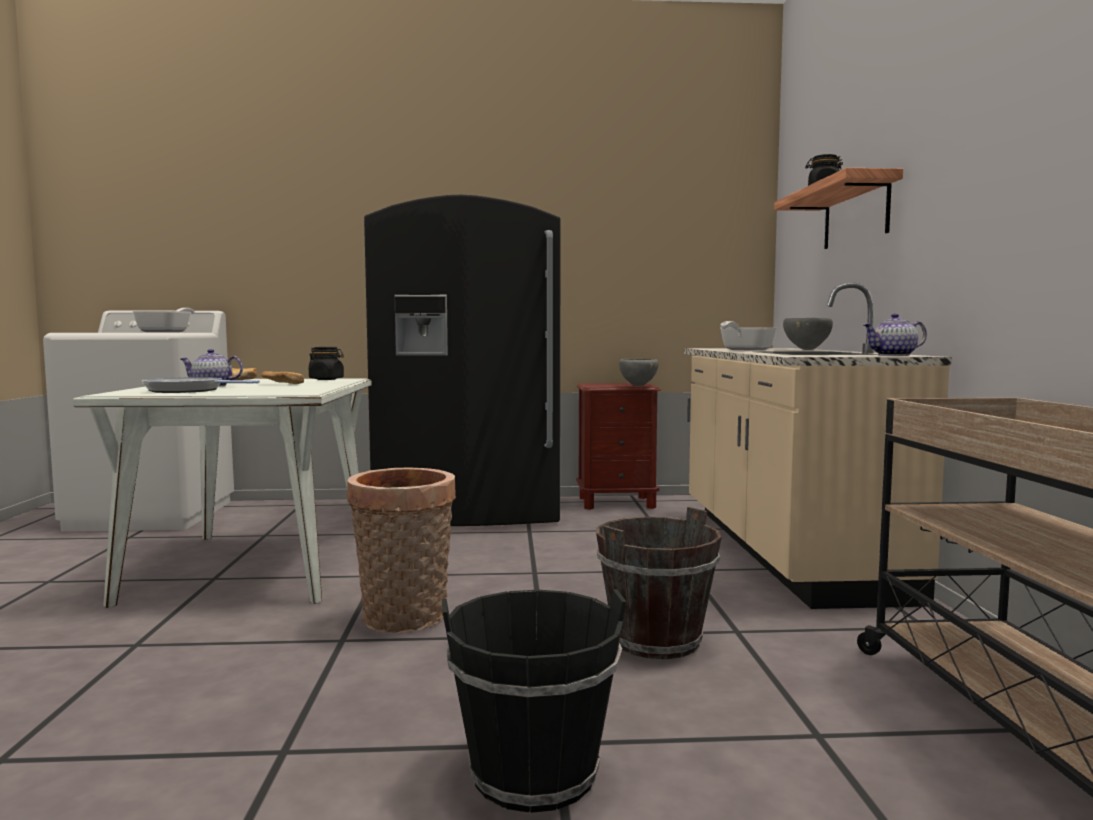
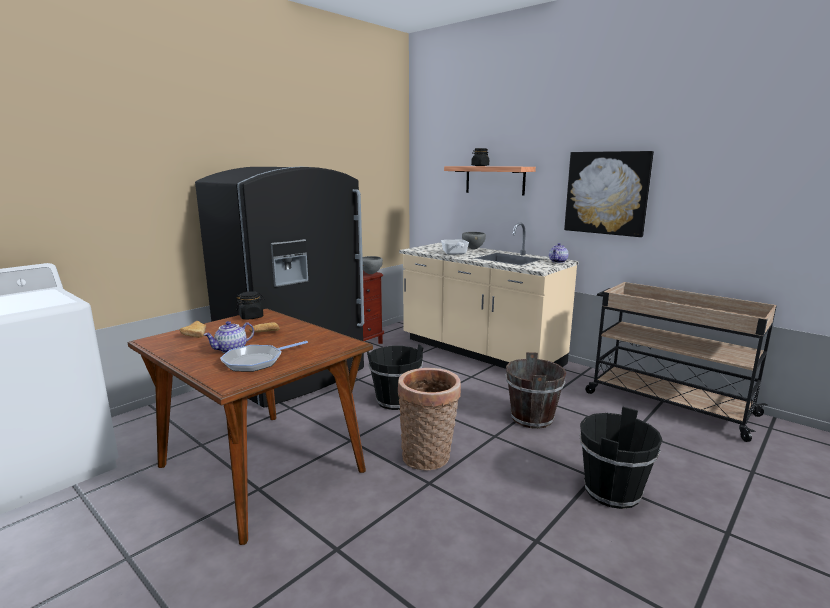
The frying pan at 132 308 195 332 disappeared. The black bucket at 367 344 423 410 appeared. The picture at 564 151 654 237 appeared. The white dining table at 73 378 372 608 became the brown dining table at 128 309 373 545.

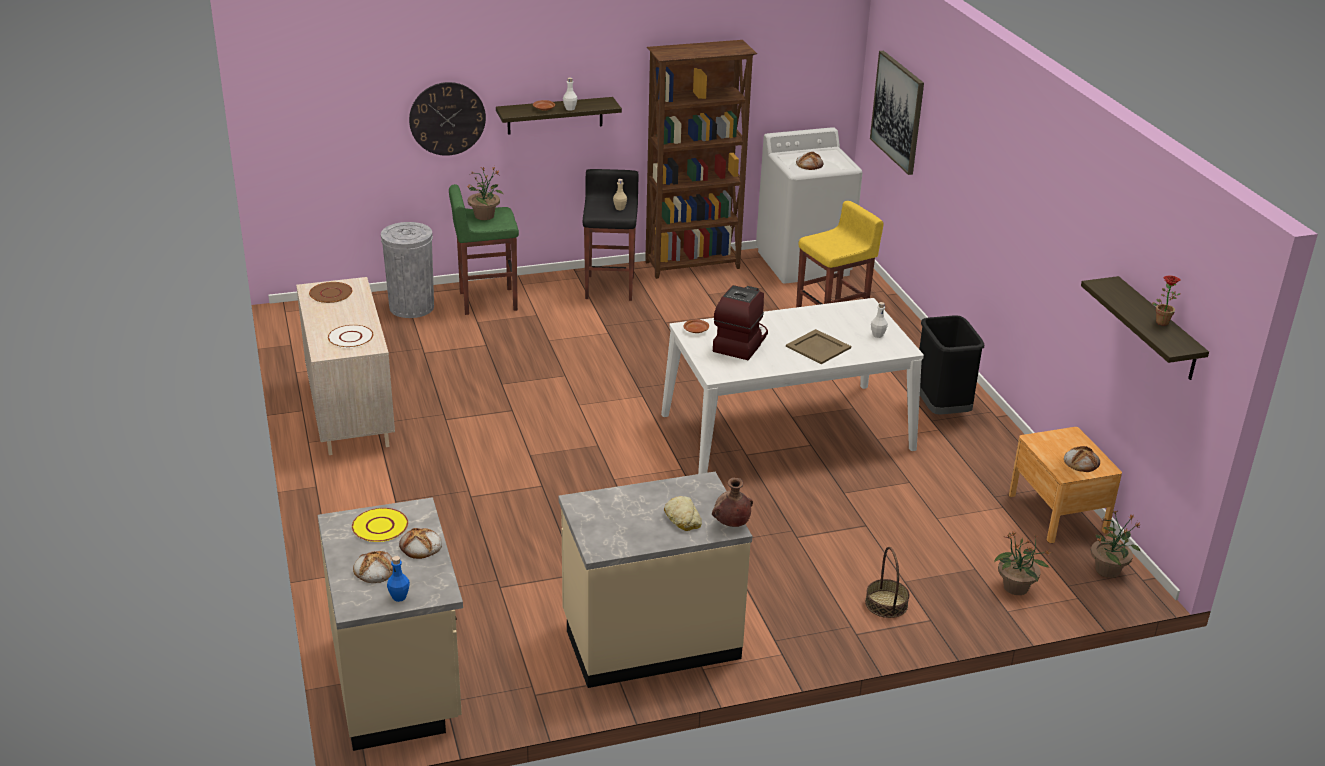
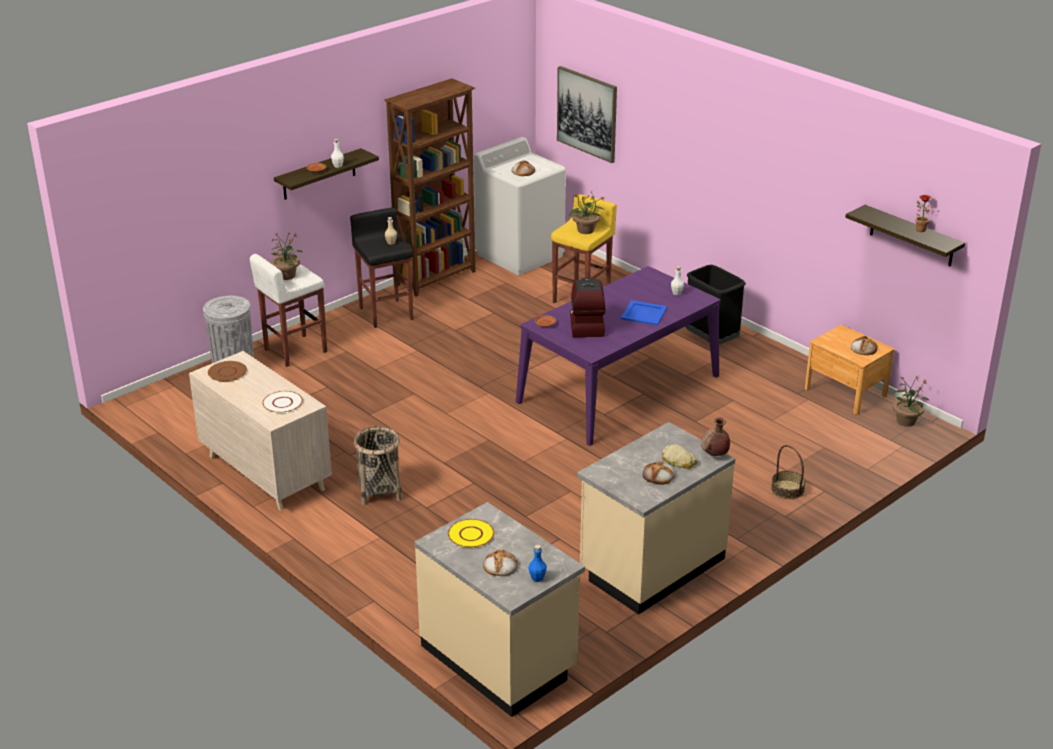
The wall clock at 409 82 486 156 disappeared. The basket at 354 426 403 505 appeared. The bread moved from 399 528 442 559 to 643 461 675 485. The potted plant moved from 994 532 1052 595 to 570 191 605 234. The green stool at 449 184 519 315 became the white stool at 250 254 327 367. The white dining table at 661 298 924 474 became the purple dining table at 516 266 720 446. The beige tray at 786 329 851 364 became the blue tray at 621 300 667 325.

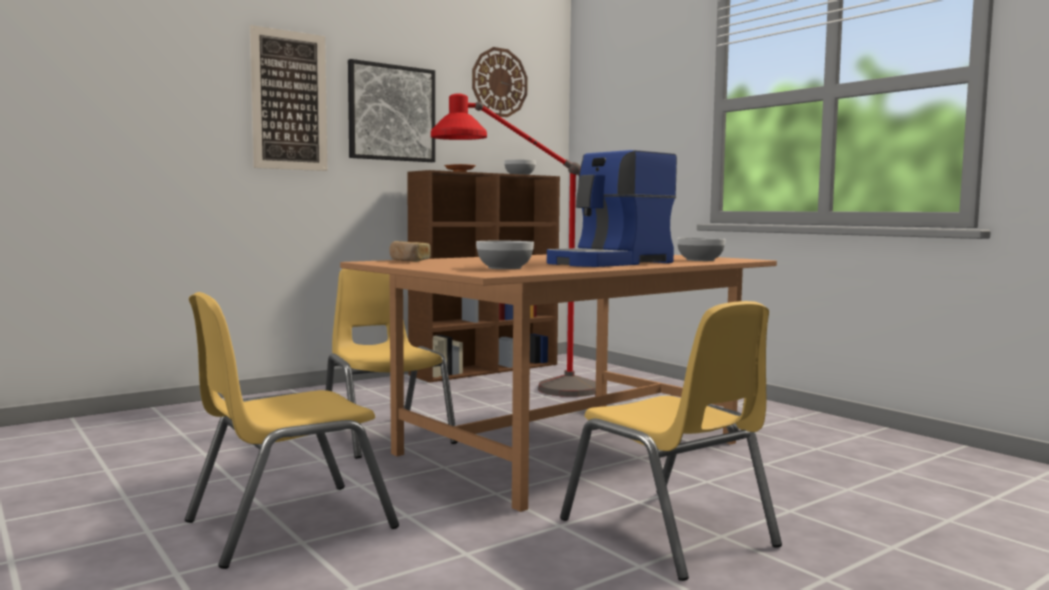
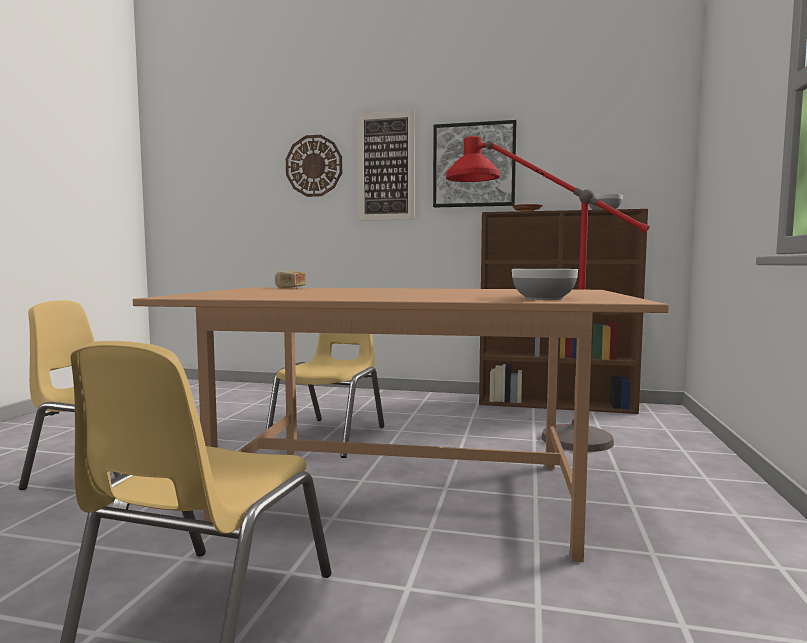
The bowl at 476 241 534 269 disappeared. The coffee machine at 547 150 677 267 disappeared. The wall clock moved from 472 47 528 117 to 286 135 342 197.

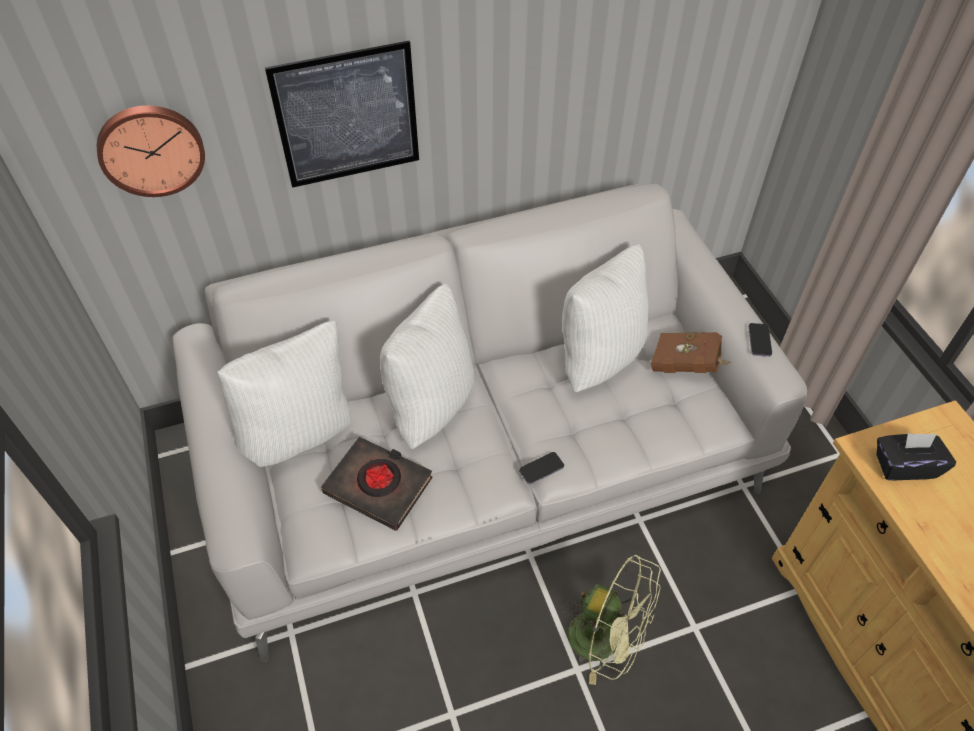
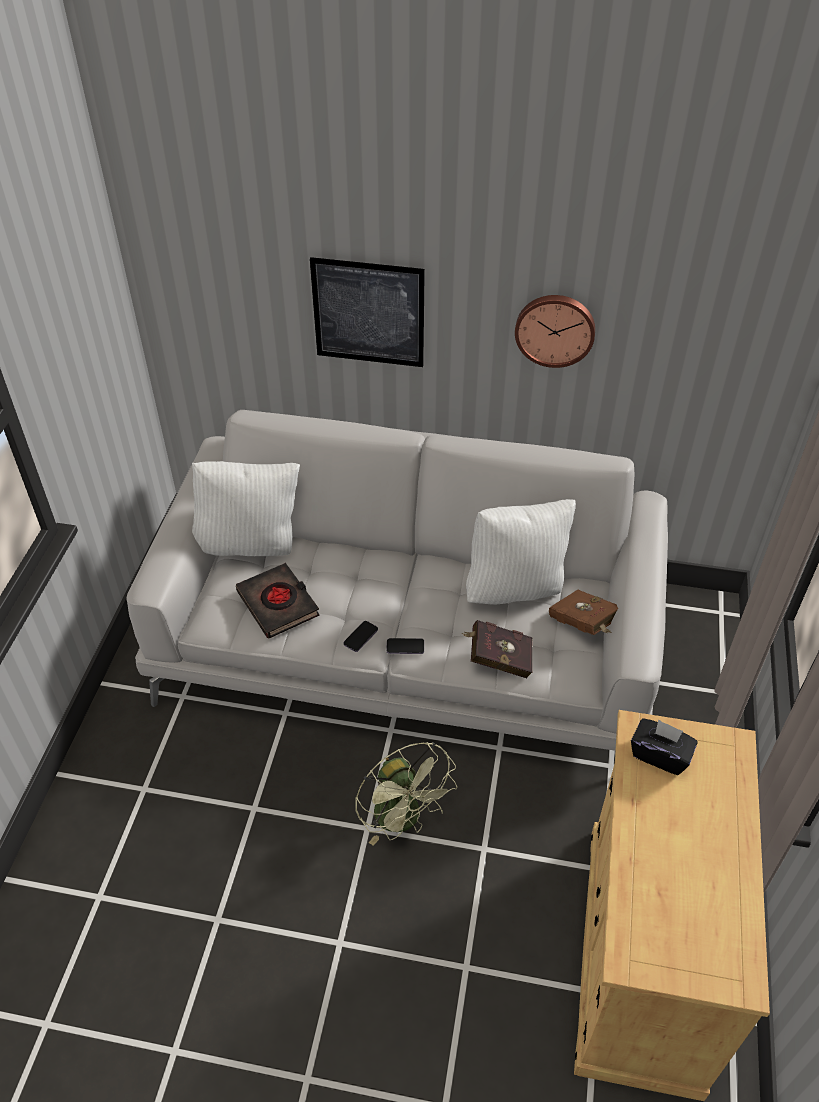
The white pillow at 380 283 475 449 disappeared. The red book at 462 620 532 678 appeared. The wall clock moved from 97 106 205 197 to 515 295 595 368. The phone moved from 748 323 772 357 to 343 621 378 652.

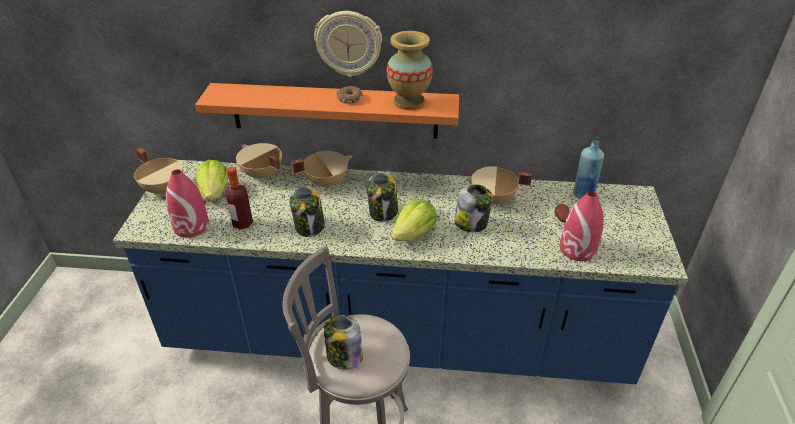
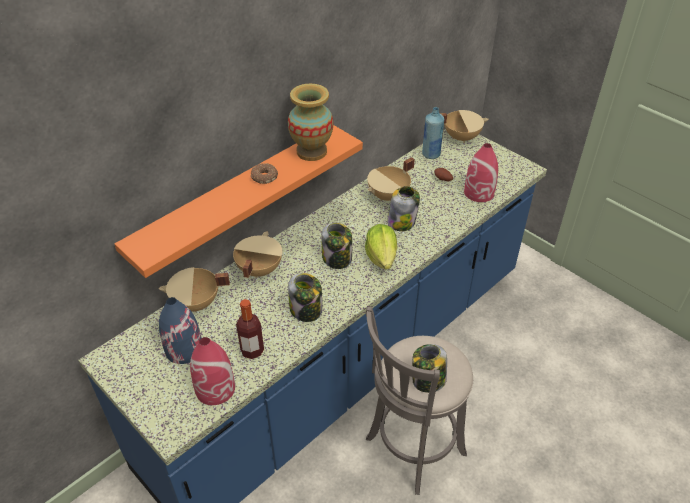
The wall clock at 314 11 382 77 disappeared. The beige cooking pot moved from 134 148 183 195 to 441 110 488 143. The lettuce at 196 160 228 201 was replaced by the blue vase at 159 297 202 364.

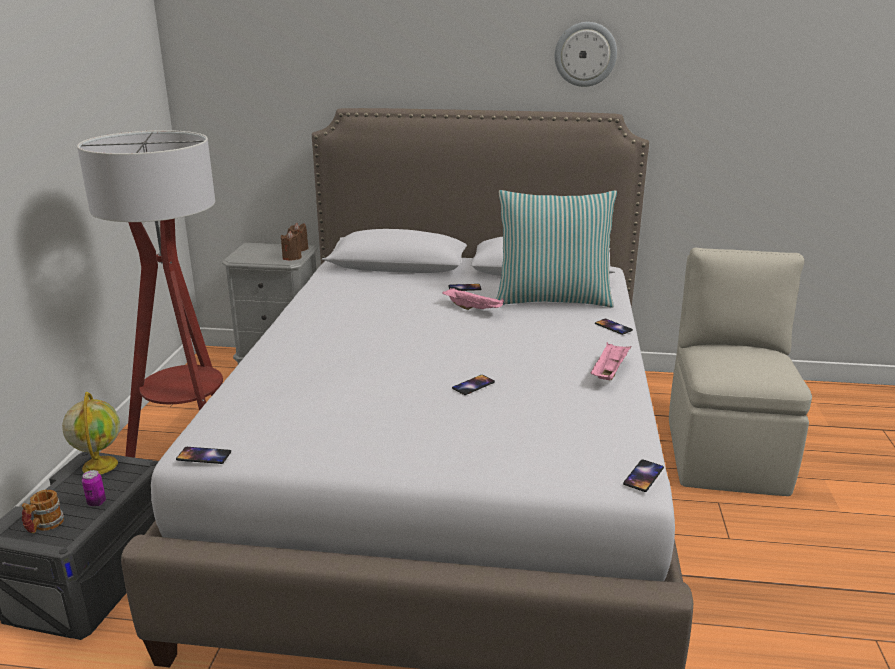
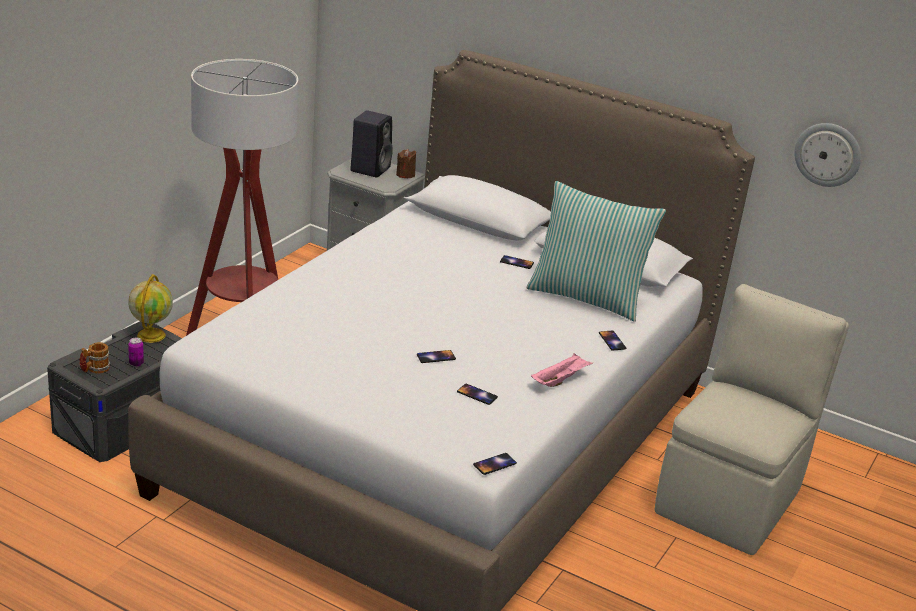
The brown candle at 281 231 302 260 disappeared. The pink tray at 442 288 504 310 disappeared. The black speaker at 350 110 393 178 appeared. The phone moved from 176 447 231 464 to 457 384 498 405. The wall clock moved from 555 22 617 87 to 794 123 861 187.

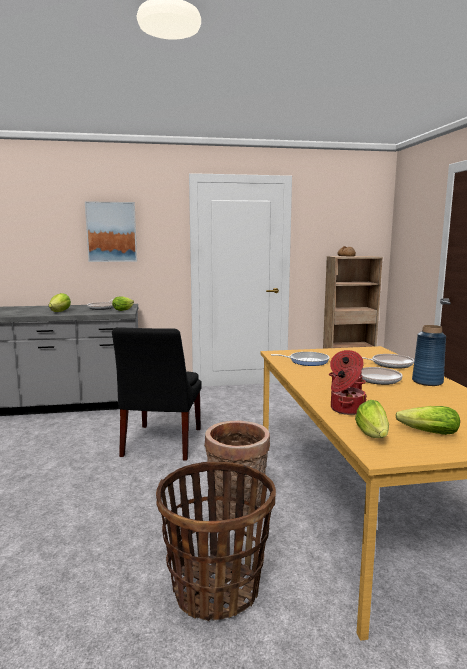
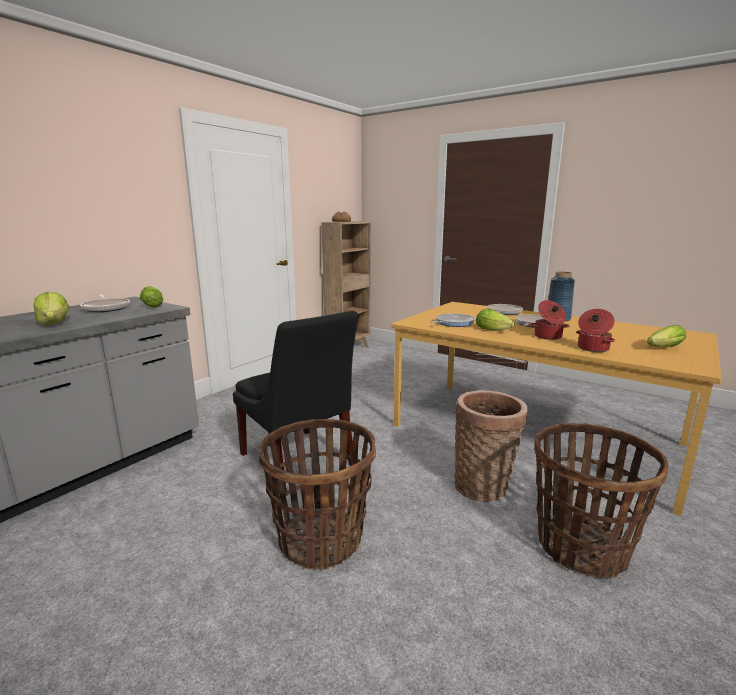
The picture at 85 201 137 262 disappeared. The basket at 259 419 376 570 appeared. The lettuce moved from 355 400 389 438 to 476 309 514 331.

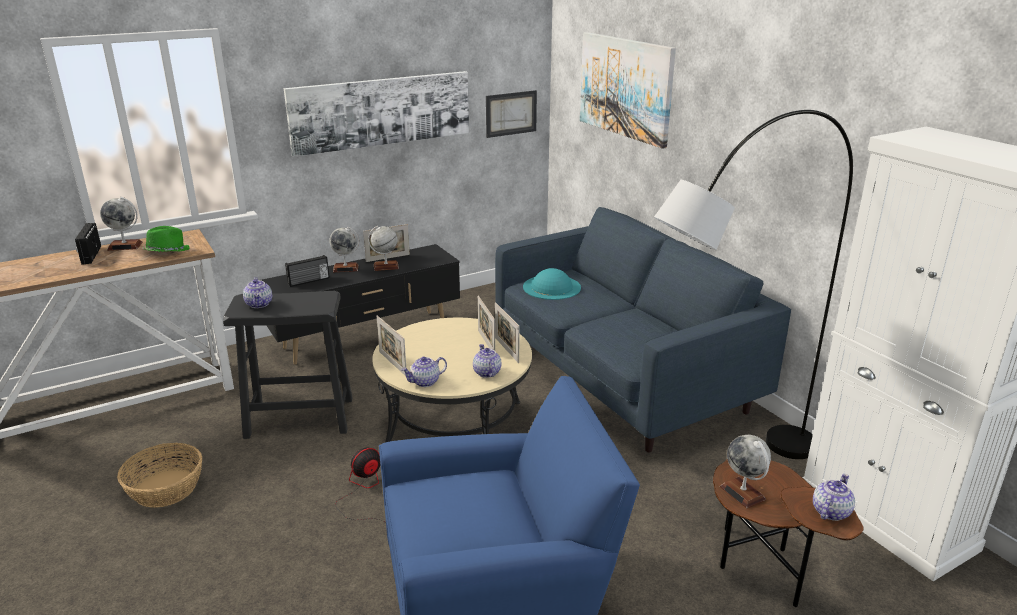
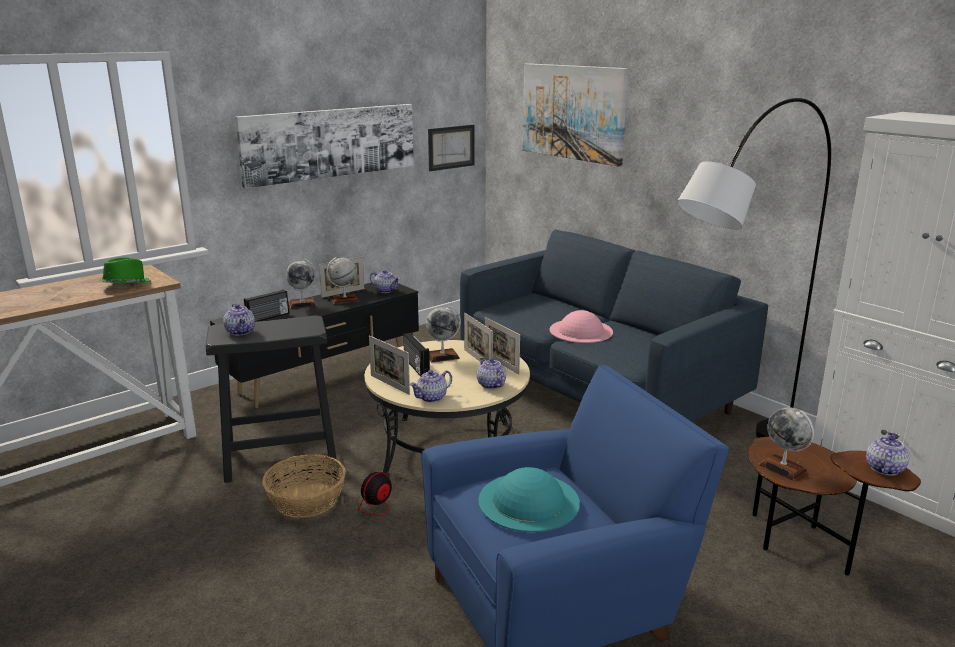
The teapot at 370 270 400 293 appeared. The pink hat at 550 310 613 343 appeared. The radio moved from 75 223 101 265 to 403 333 430 377. The globe moved from 100 197 142 251 to 426 306 461 362. The basket moved from 117 443 202 508 to 262 454 346 518. The turquoise hat moved from 523 268 581 300 to 478 467 580 532.

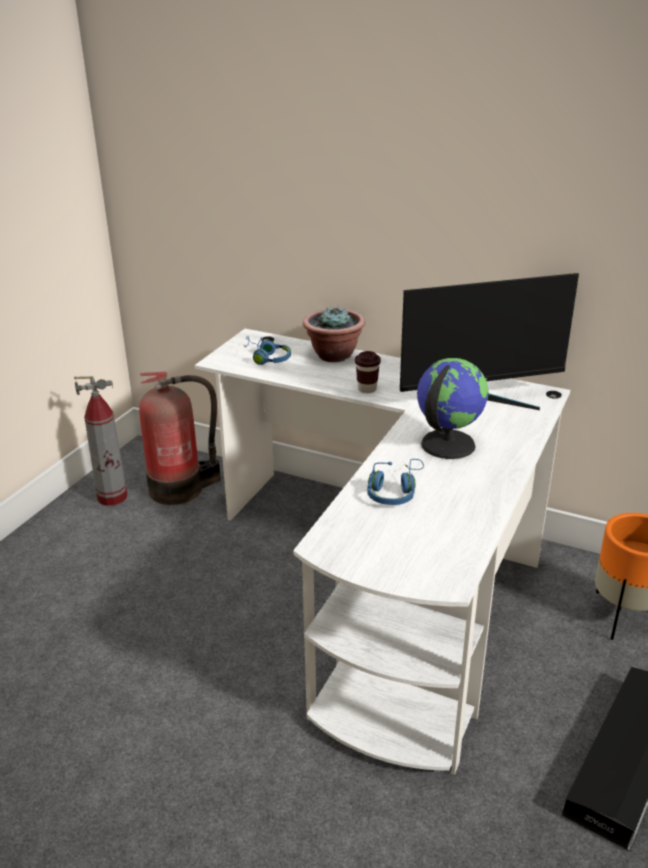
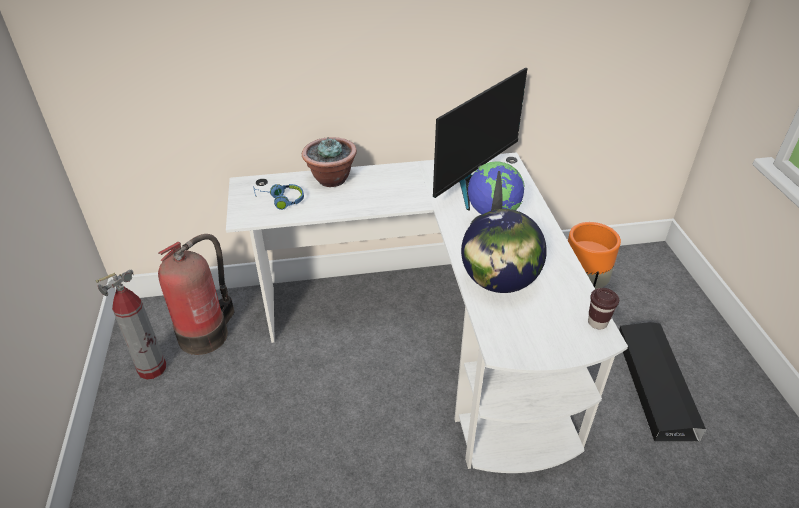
The brown cup moved from 355 351 381 393 to 588 288 619 329. The blue headphones at 367 459 424 505 was replaced by the globe at 461 209 547 293.

